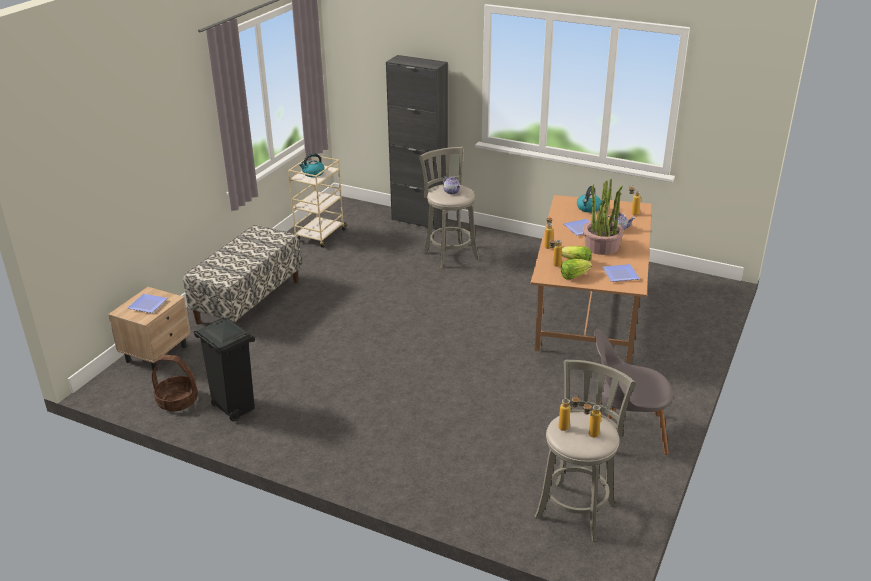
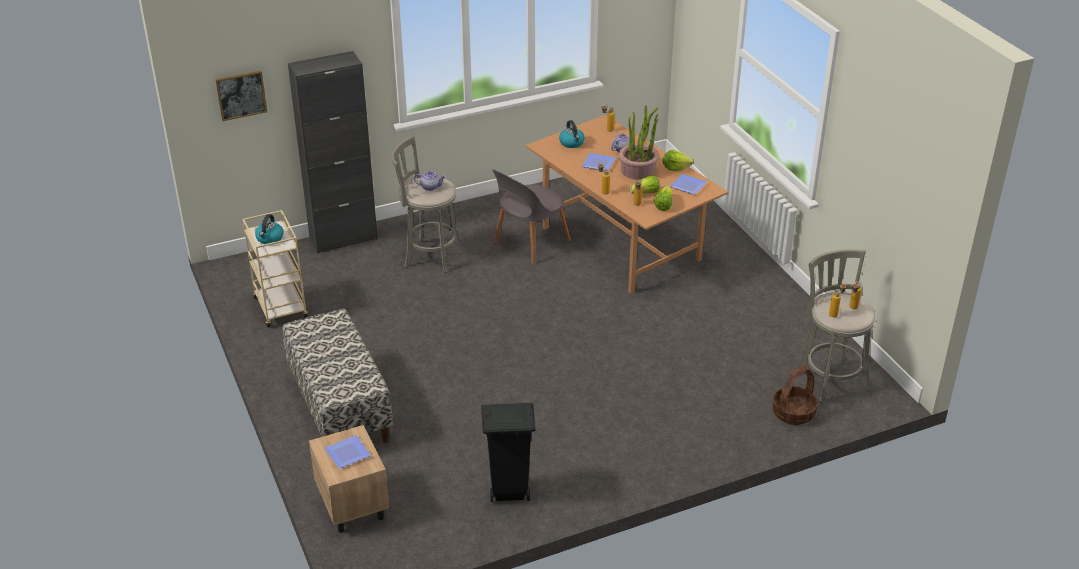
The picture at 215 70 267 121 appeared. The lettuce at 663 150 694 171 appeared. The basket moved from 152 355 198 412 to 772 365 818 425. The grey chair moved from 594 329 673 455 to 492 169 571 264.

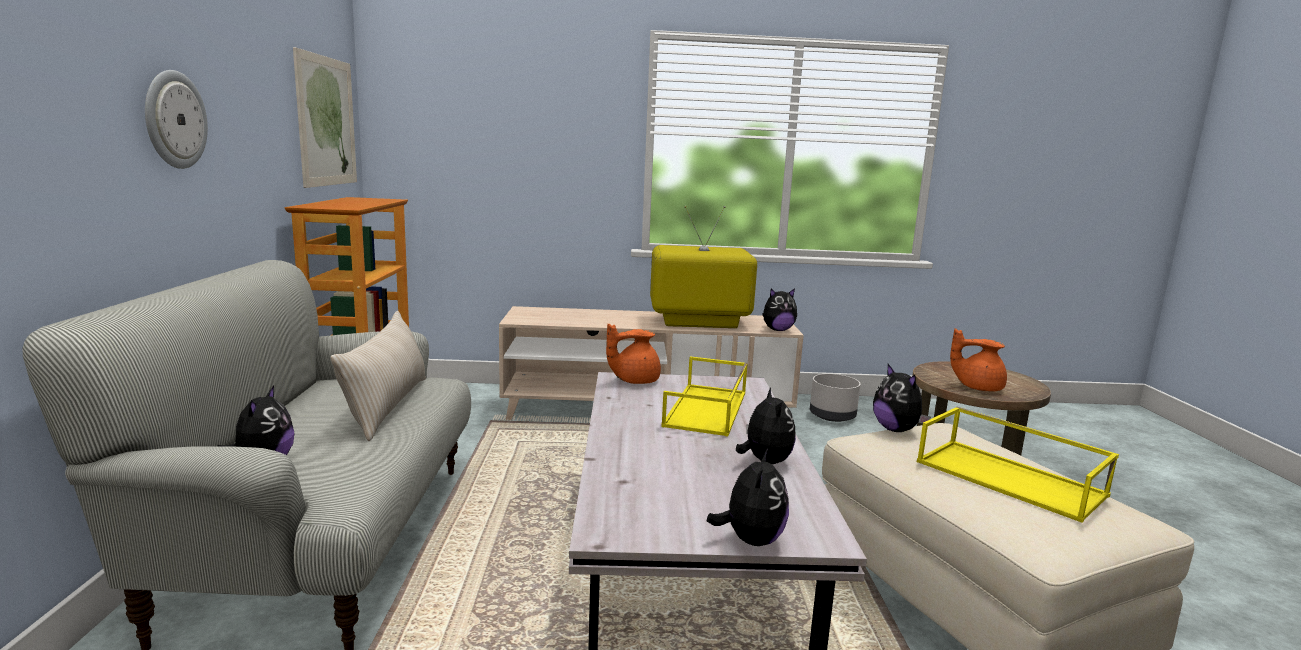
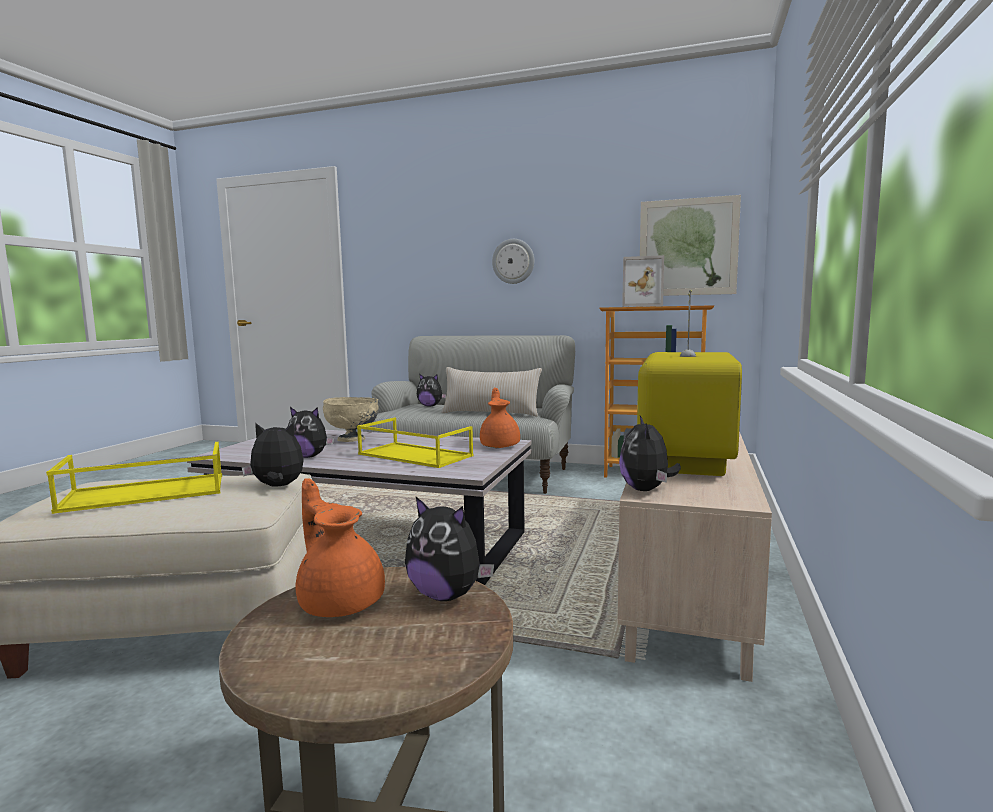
The grey planter at 810 374 861 422 disappeared. The beige bowl at 323 397 379 442 appeared. The picture frame at 622 255 664 307 appeared. The plush toy moved from 707 448 789 546 to 405 497 494 601. The orange teapot at 950 328 1007 392 turned 75 degrees counterclockwise.

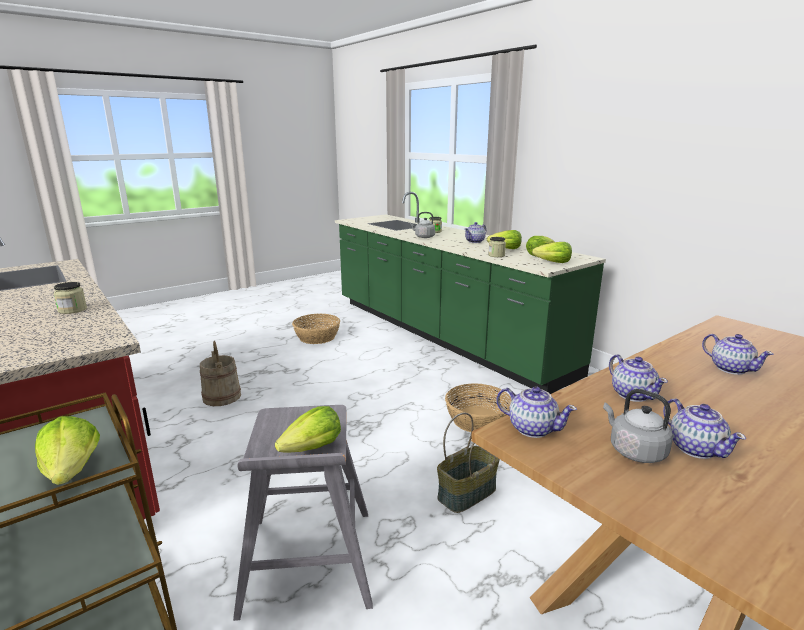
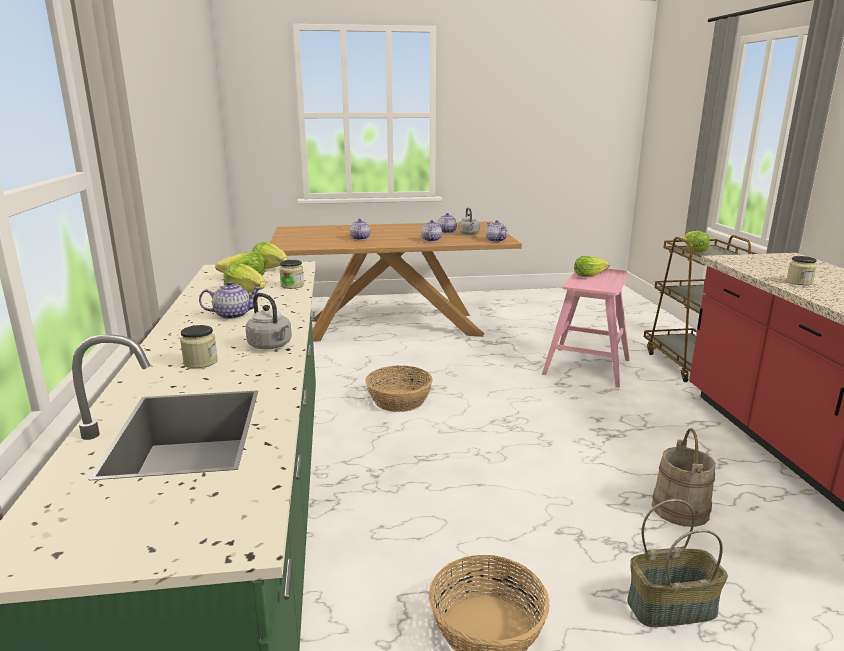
The basket moved from 437 412 500 513 to 627 499 728 627. The grey stool at 233 405 373 621 became the pink stool at 542 268 629 388.

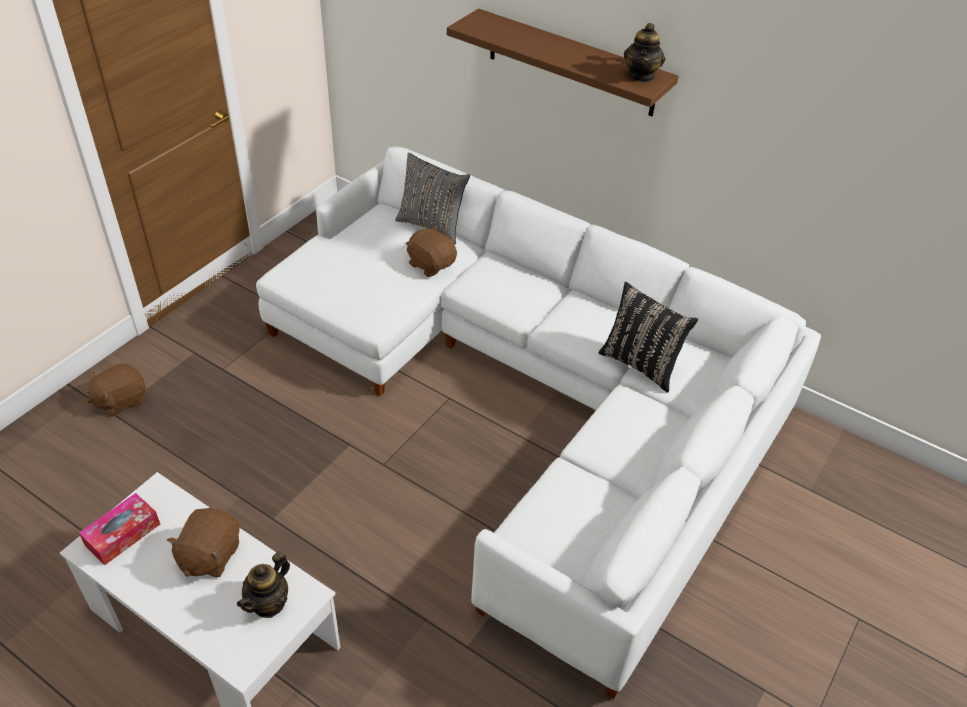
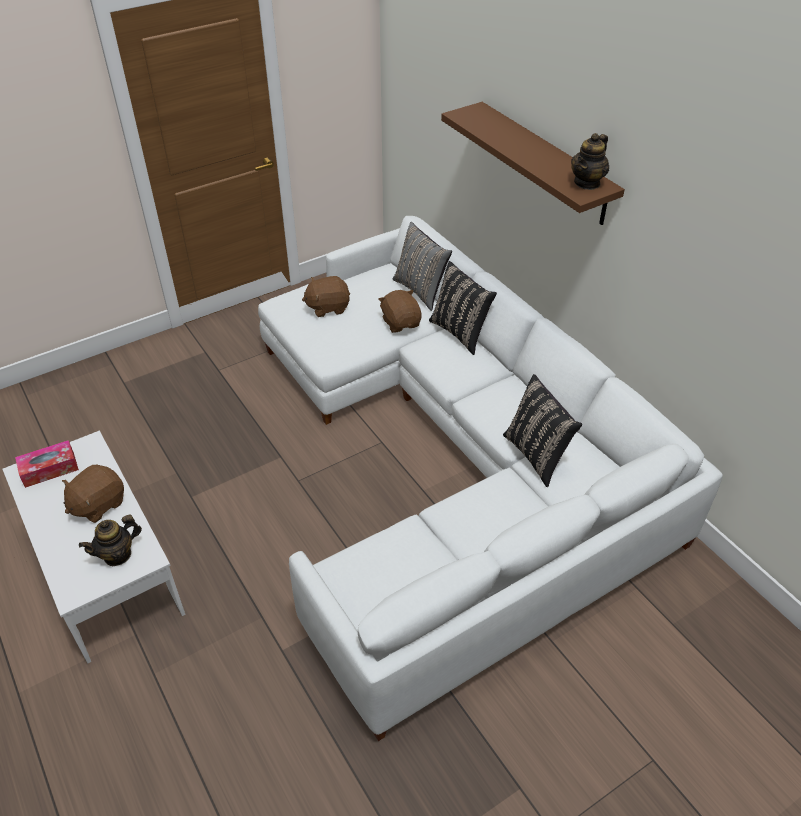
The black pillow at 429 261 497 355 appeared. The brown plush toy moved from 87 363 146 416 to 302 276 350 317.

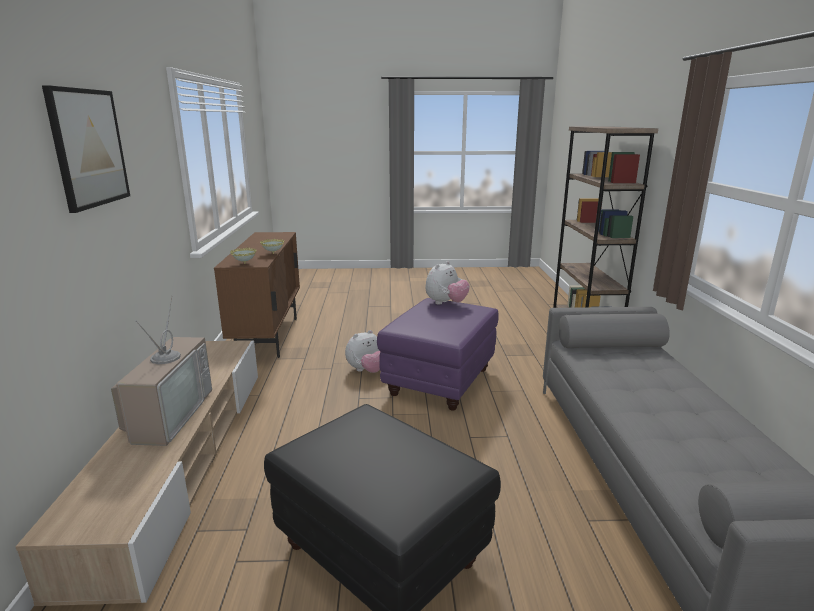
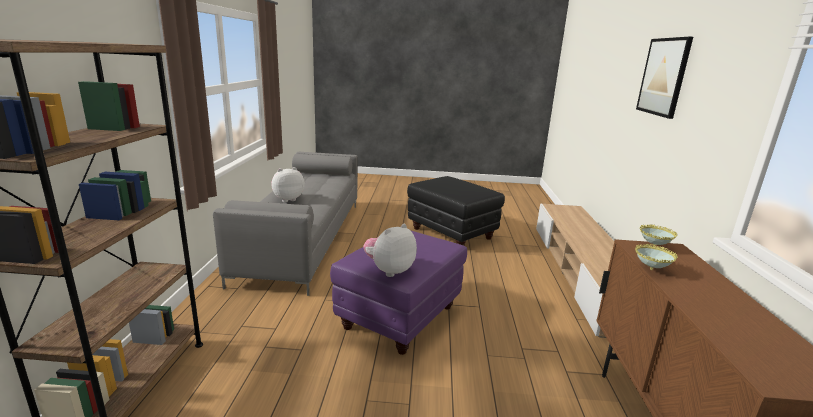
The television at 111 296 212 446 disappeared. The plush toy moved from 345 330 381 373 to 271 167 305 202.

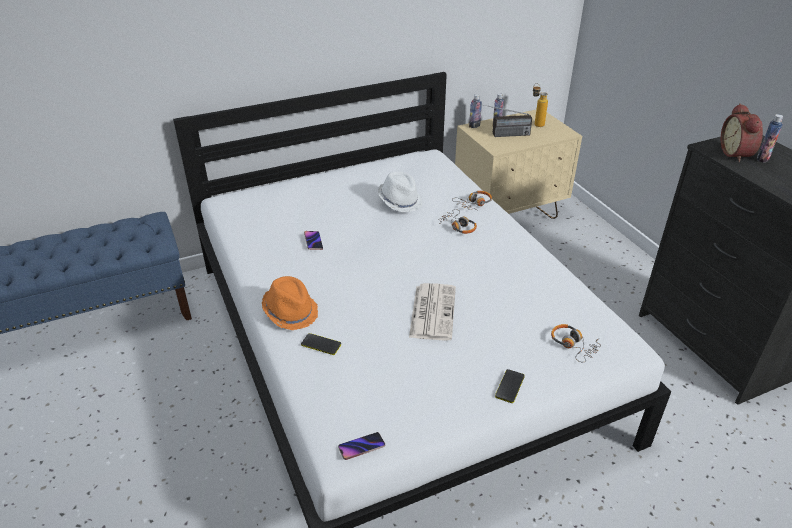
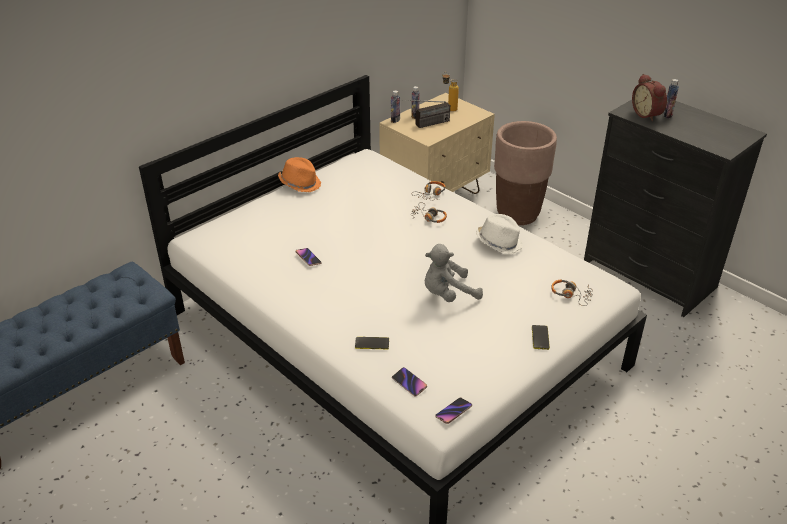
The phone at 392 367 427 397 appeared. The brown planter at 494 121 557 225 appeared. The orange hat moved from 262 276 318 330 to 278 157 321 192. The white hat moved from 378 171 422 212 to 476 214 523 254. The newspaper at 409 283 456 340 was replaced by the grey plush toy at 425 244 483 302.

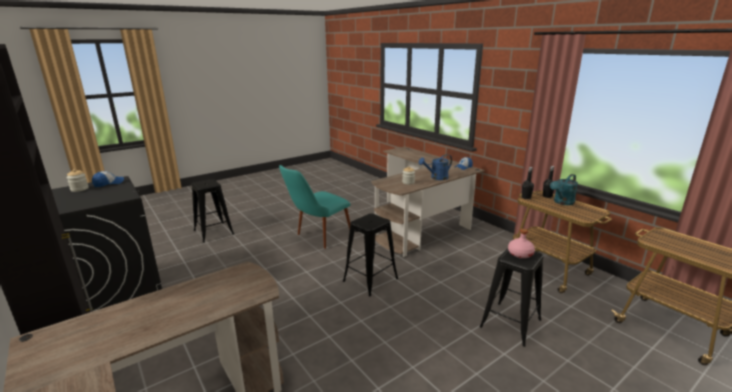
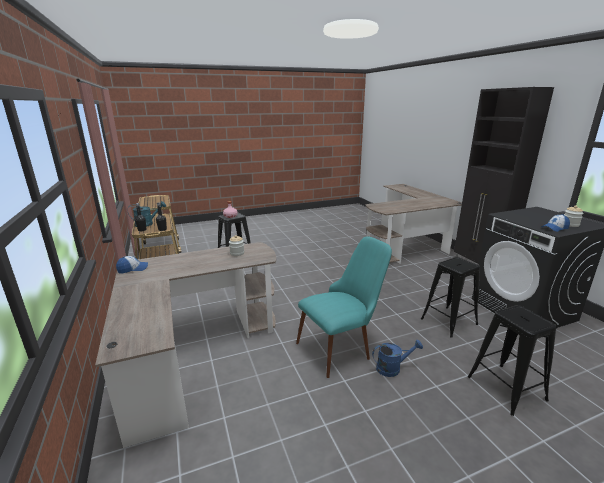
The black stool moved from 343 214 398 296 to 421 257 480 338. The blue watering can moved from 418 154 452 180 to 372 340 423 377.

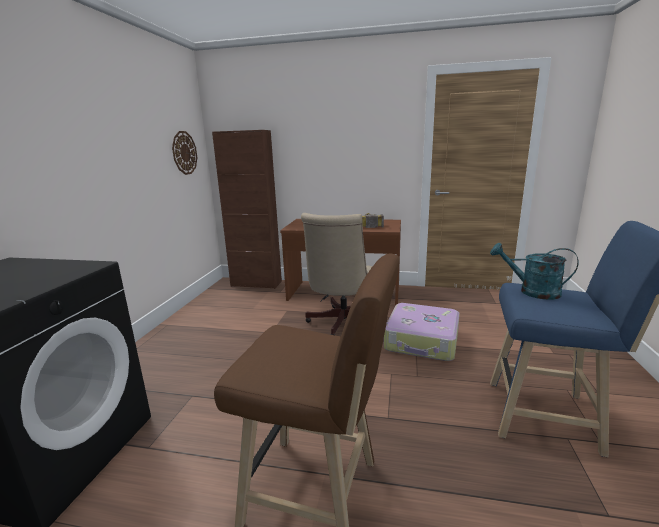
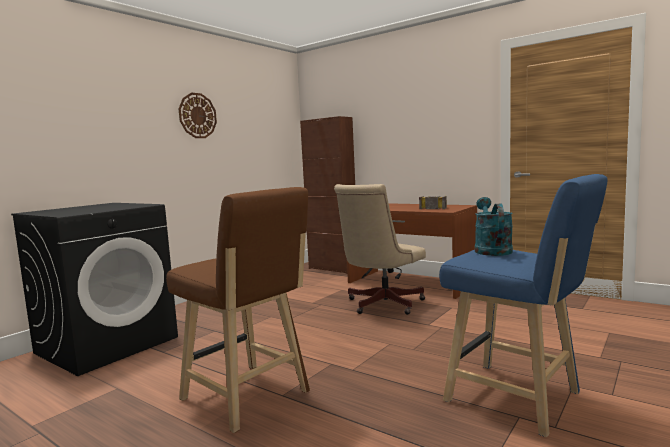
The suitcase at 384 303 460 361 disappeared. The wall clock moved from 172 131 197 175 to 178 93 217 138. The turquoise watering can at 490 243 579 300 turned 45 degrees clockwise.

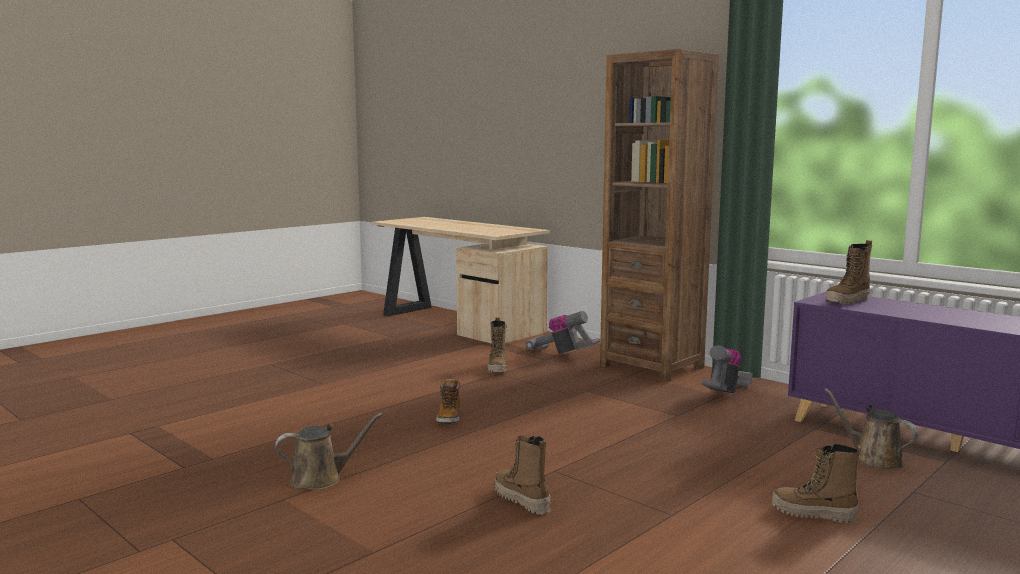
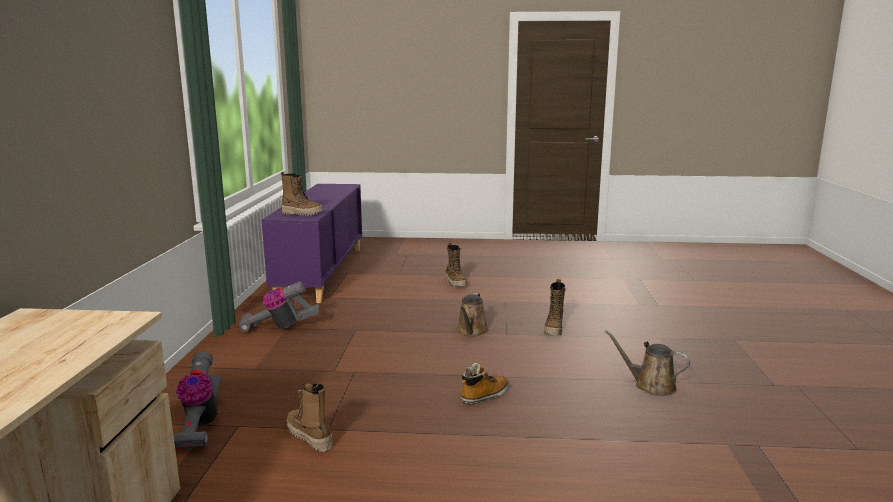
The brown bookcase at 600 49 719 382 disappeared. The brown watering can moved from 824 388 918 470 to 457 293 488 336. The boot at 488 317 507 373 turned 90 degrees counterclockwise.

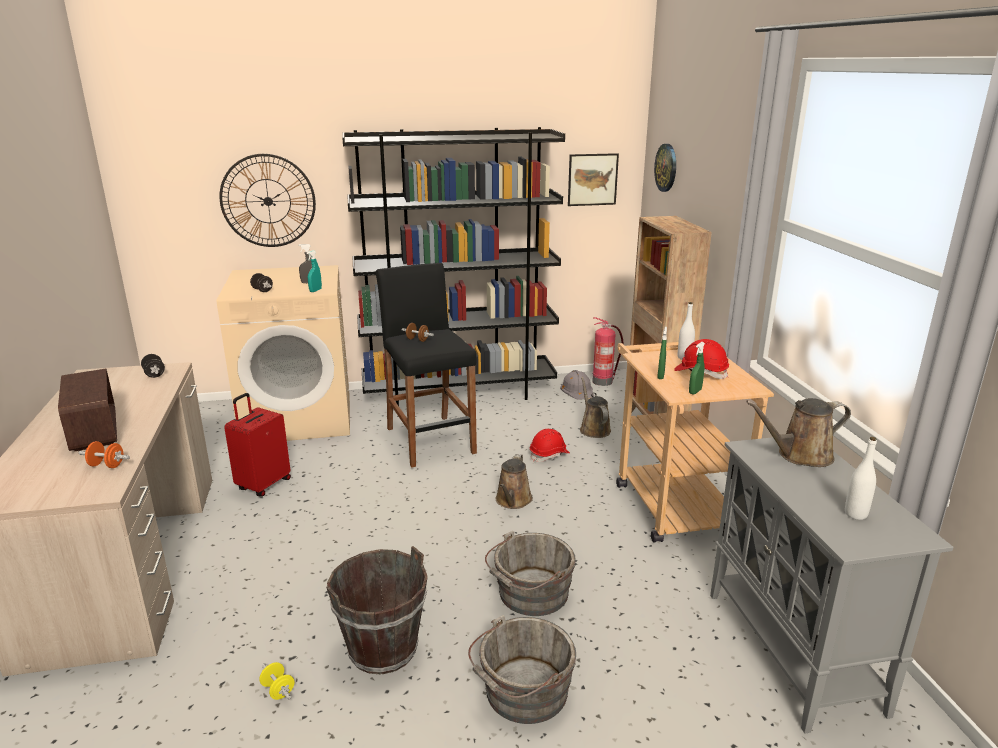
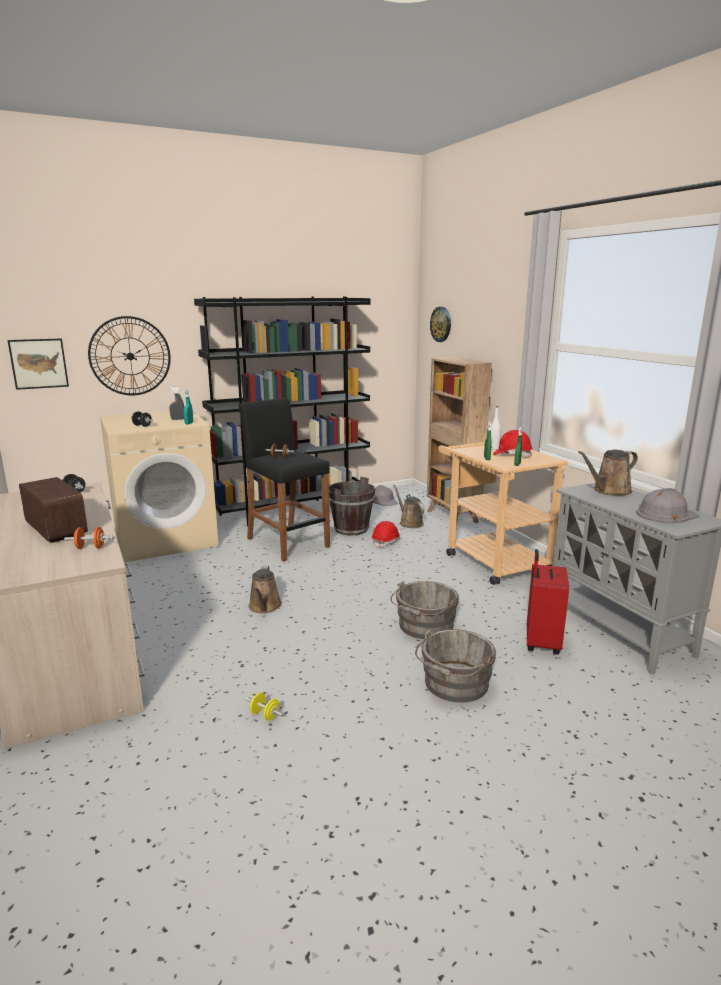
The fire extinguisher at 592 317 623 386 disappeared. The red suitcase moved from 224 393 291 496 to 527 549 569 654. The brown bucket moved from 326 546 428 674 to 329 477 375 536. The brown watering can moved from 495 454 533 509 to 249 566 282 613. The picture moved from 568 153 619 206 to 8 338 69 390. The white bottle at 845 437 877 520 was replaced by the grey hard hat at 636 488 700 524.

